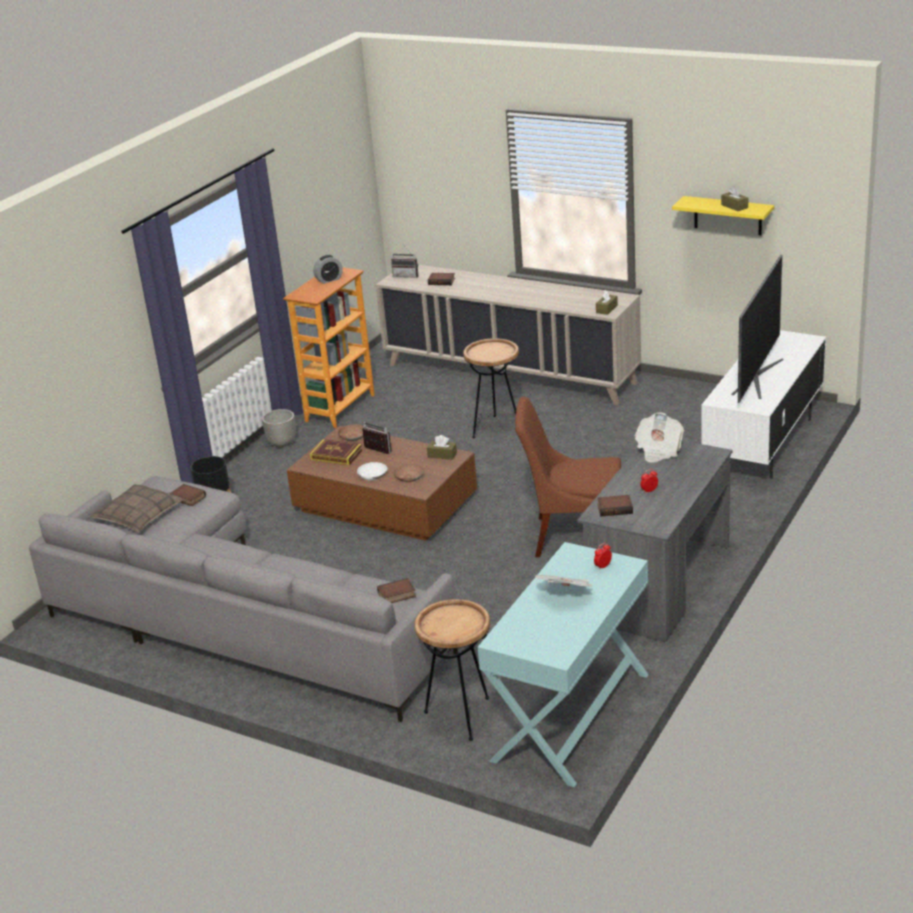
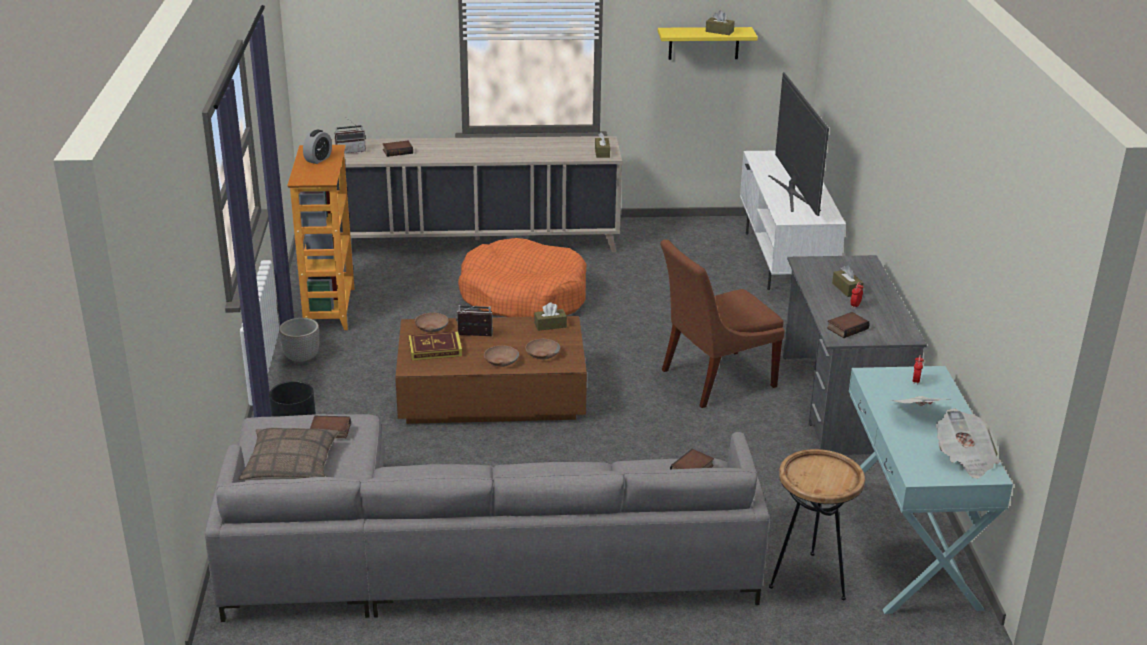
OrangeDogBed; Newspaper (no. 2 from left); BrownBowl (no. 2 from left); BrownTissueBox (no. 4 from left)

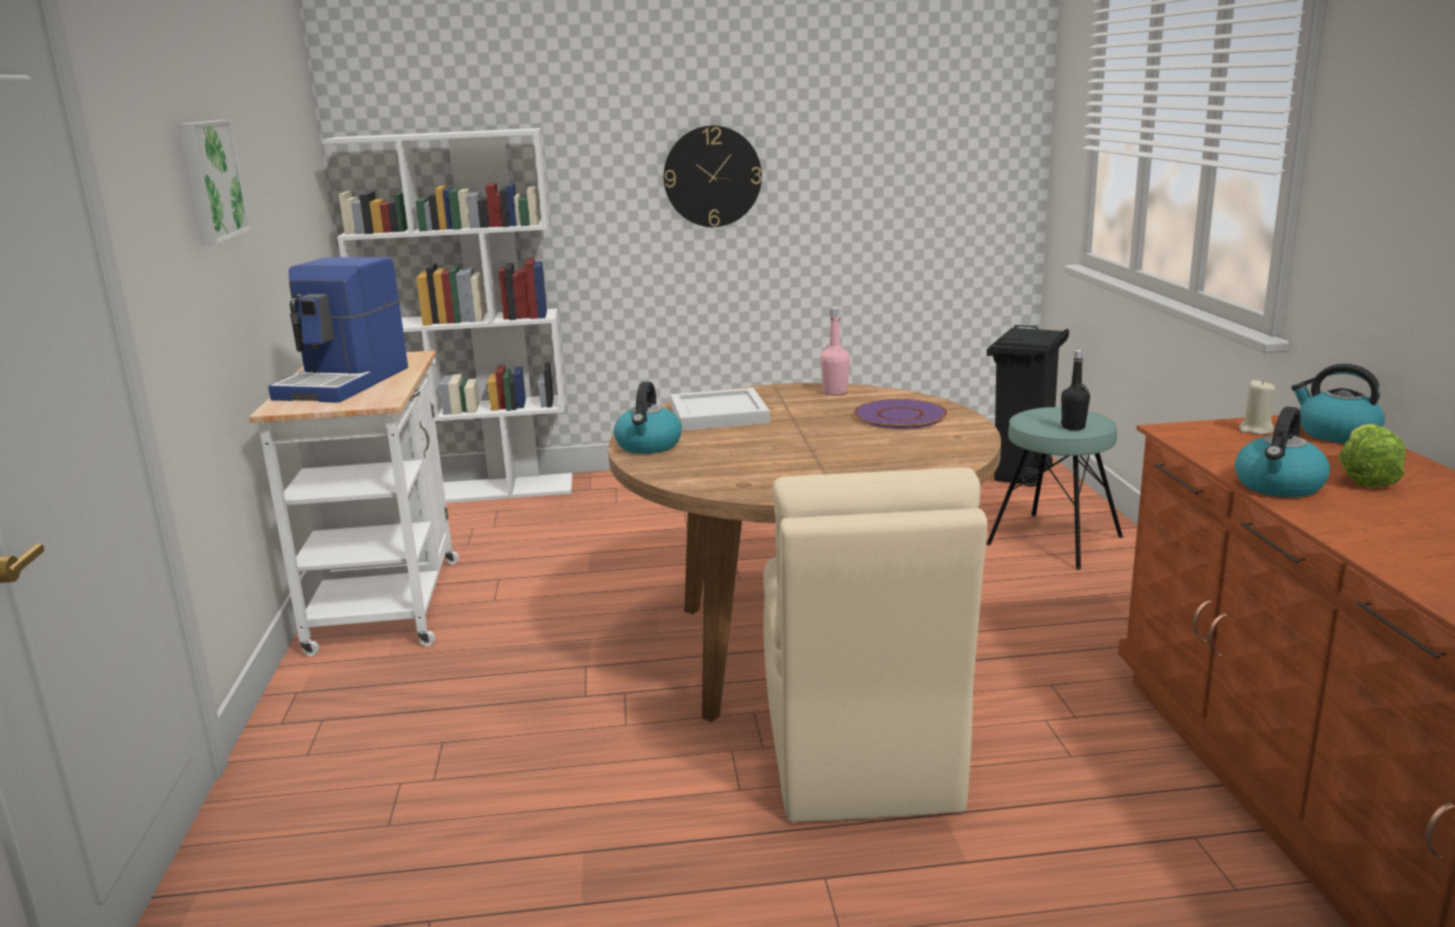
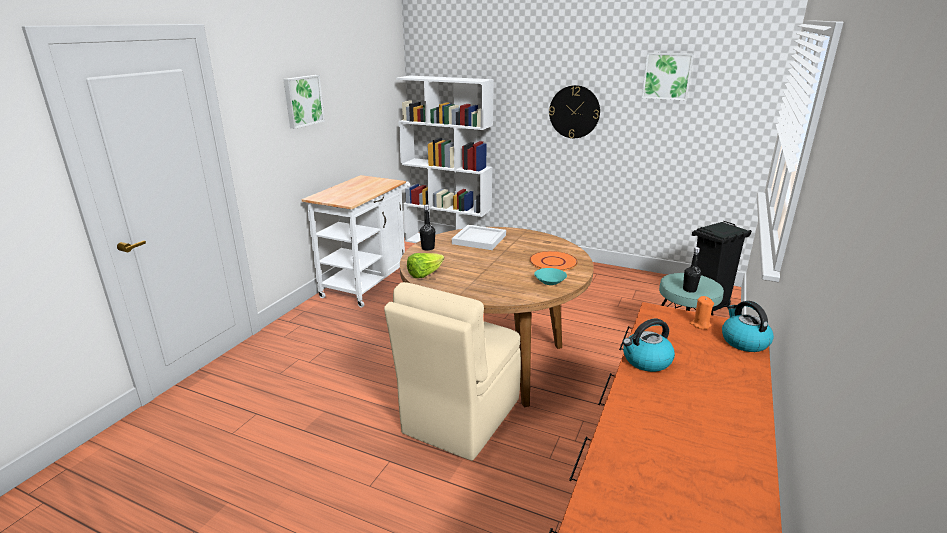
CoffeeMachine; PinkBottle; OrangeCandle; BlackBottle (no. 1 from left); OrangePlate; Lettuce; Picture (no. 2 from left); TurquoiseBowl

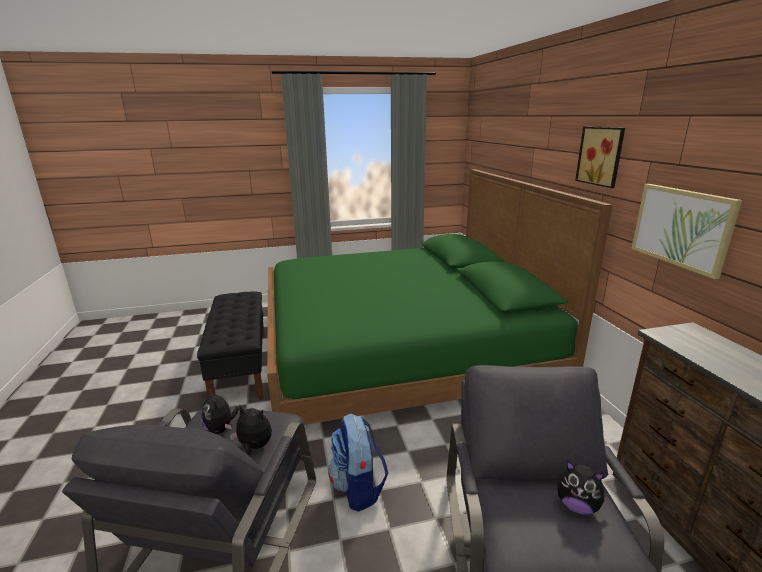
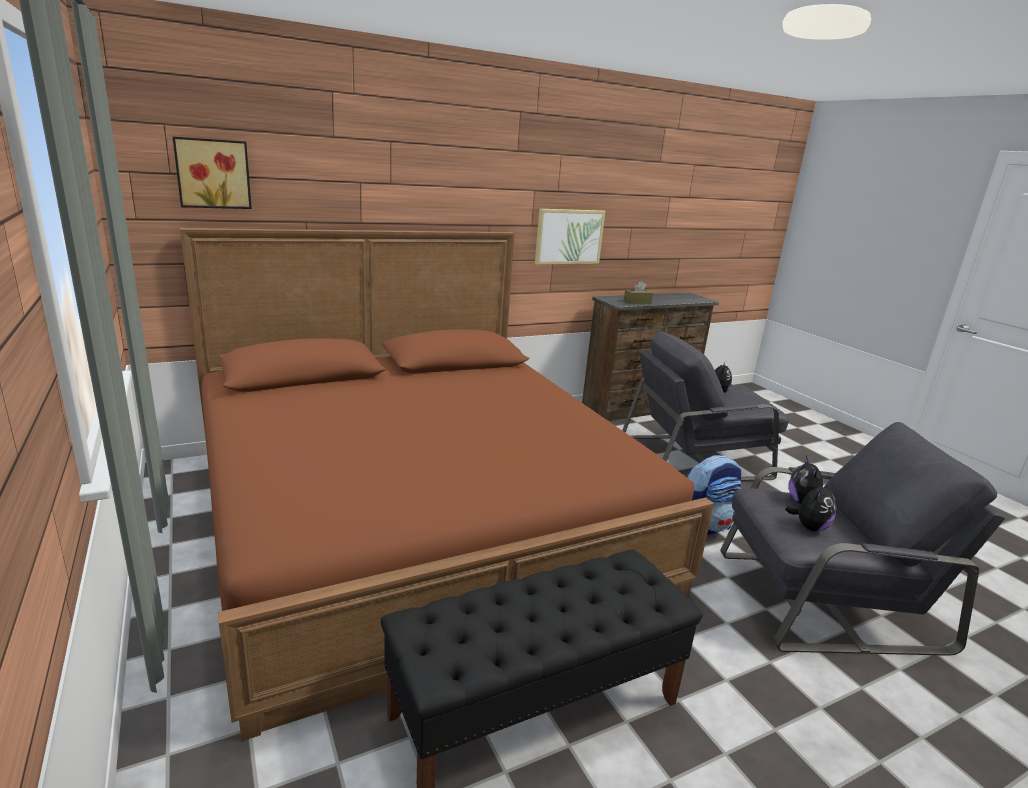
Picture (no. 1 from left); BrownBed; BrownTissueBox

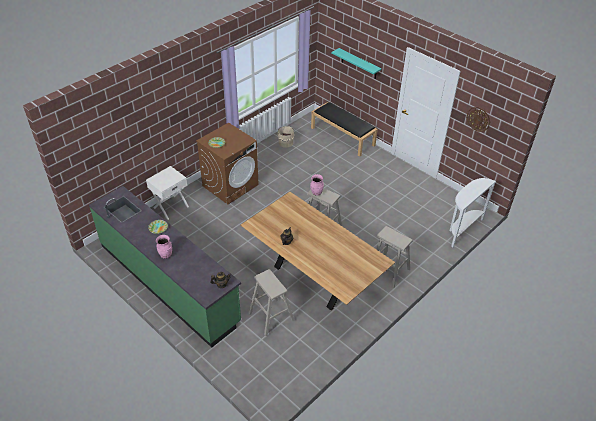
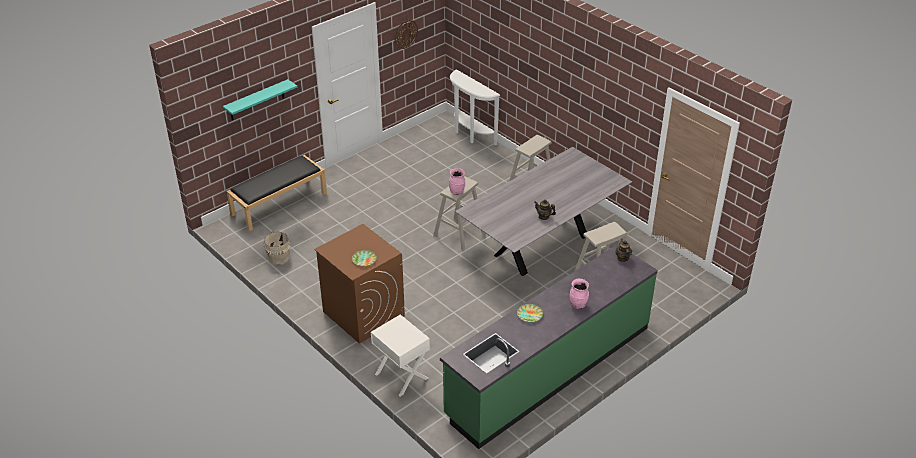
GreyDiningTable

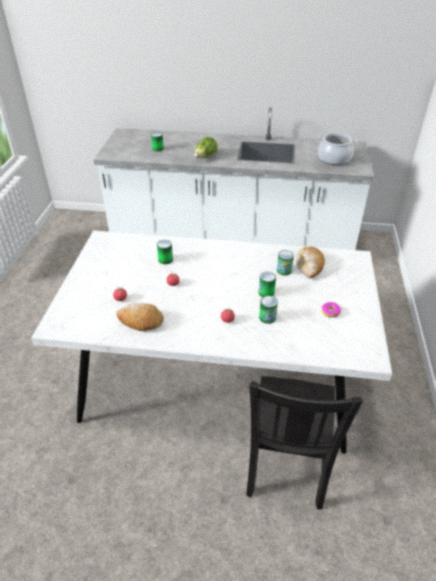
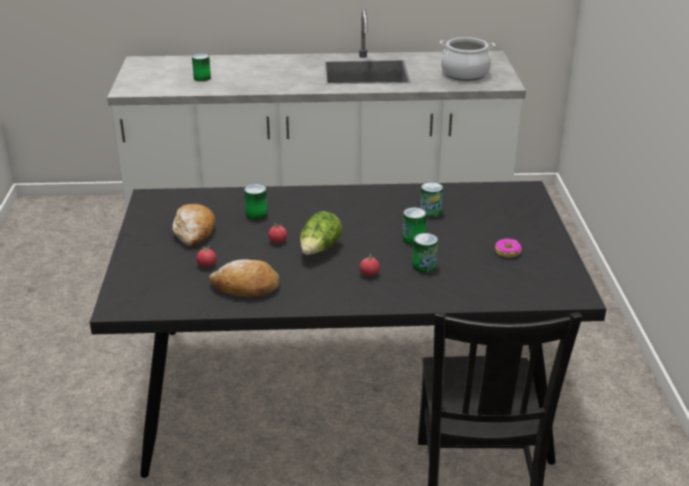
Lettuce; BlackDiningTable; Bread (no. 1 from left)

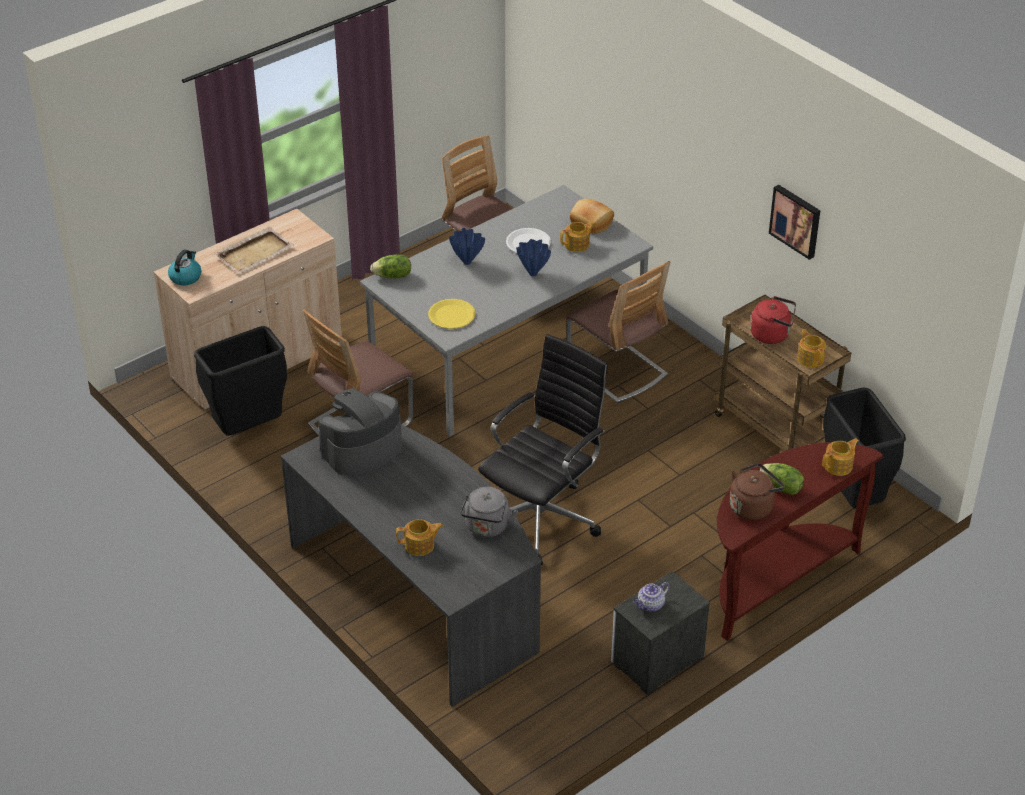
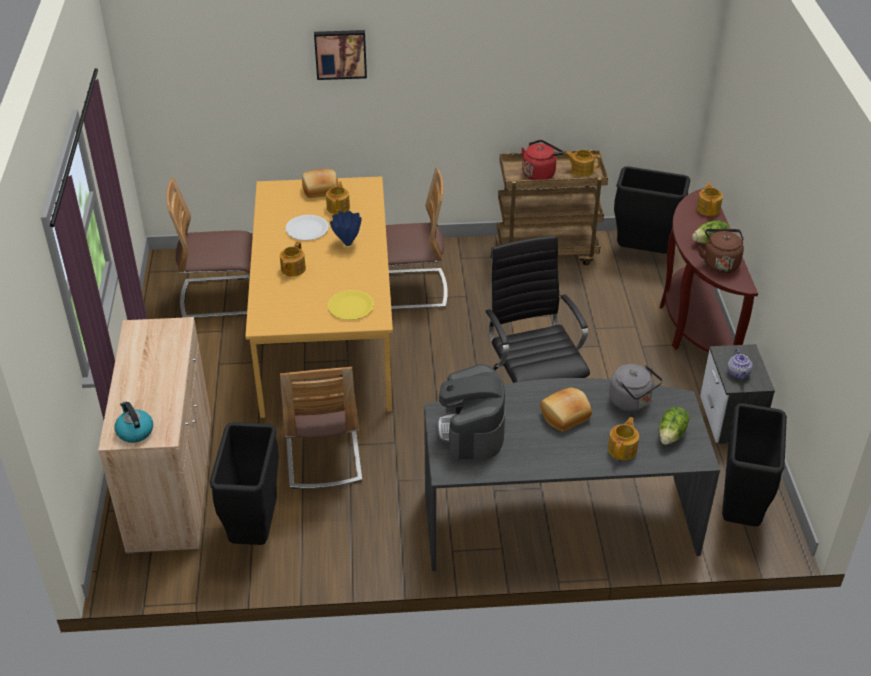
OrangeDiningTable; Picture; BeigeTray; Teapot (no. 1 from left); Lettuce (no. 1 from left); Bread (no. 2 from left); BlackTrashCan (no. 3 from left)

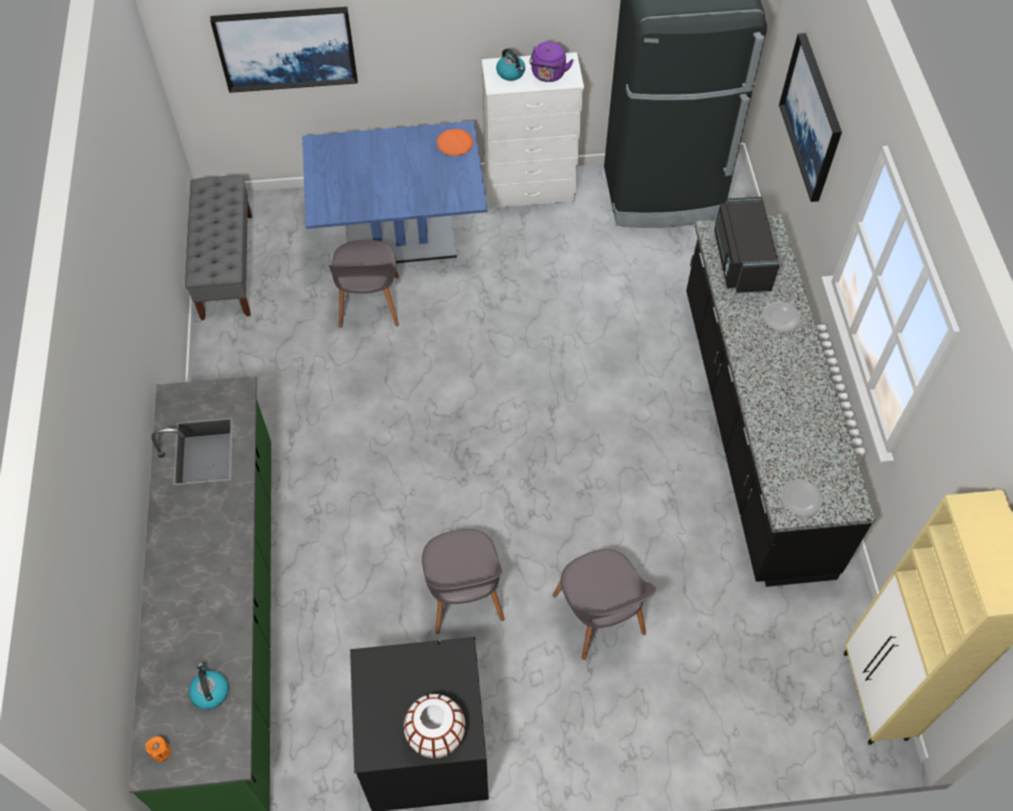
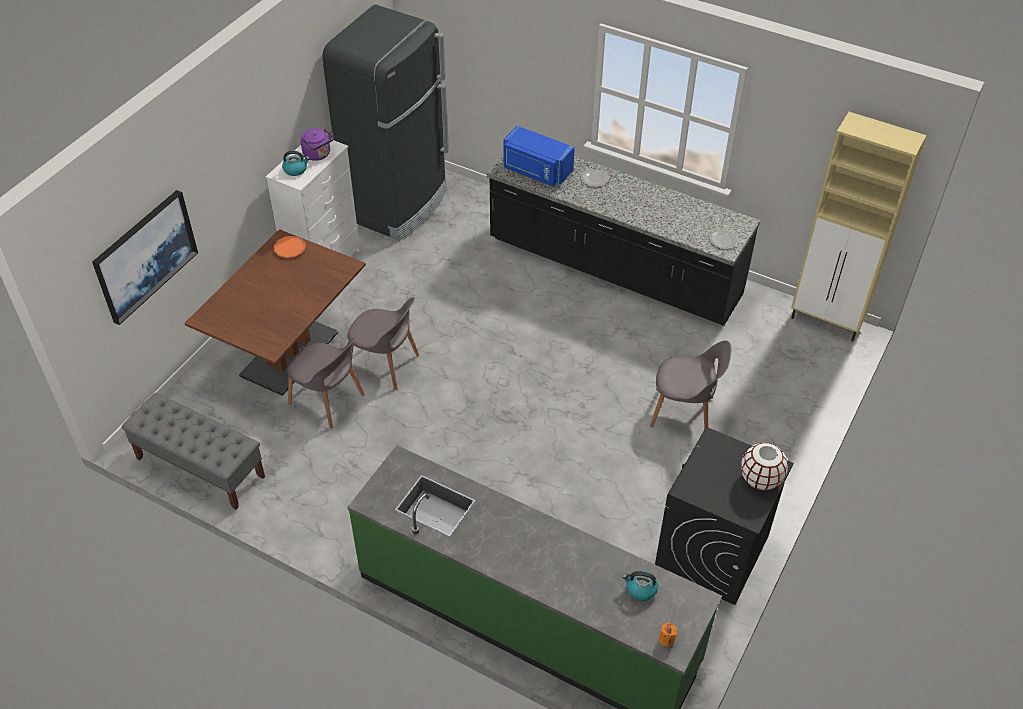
Picture (no. 2 from left in the first image); BrownDiningTable; BlueMicrowave; GreyChair (no. 2 from left)

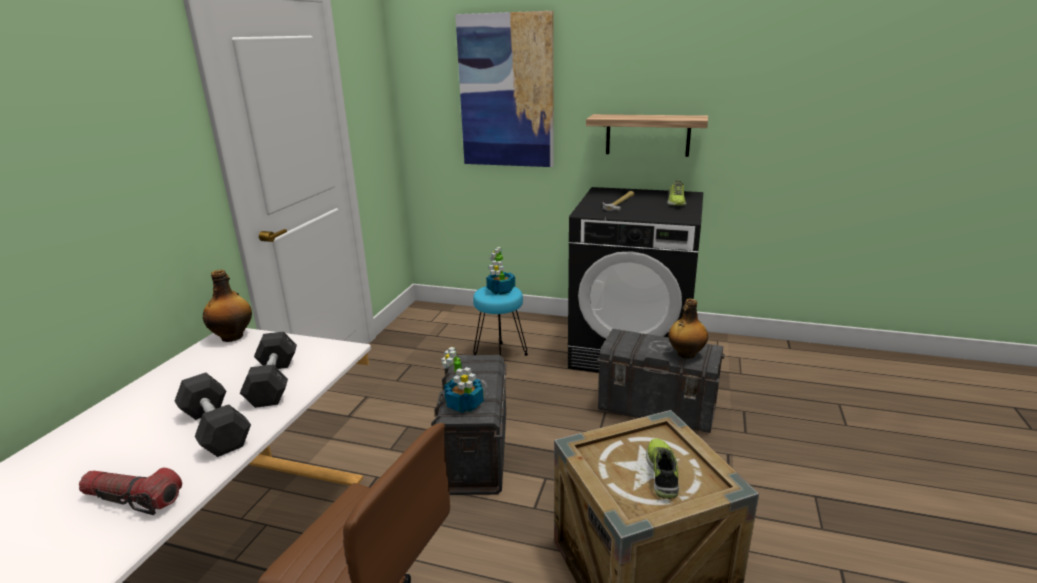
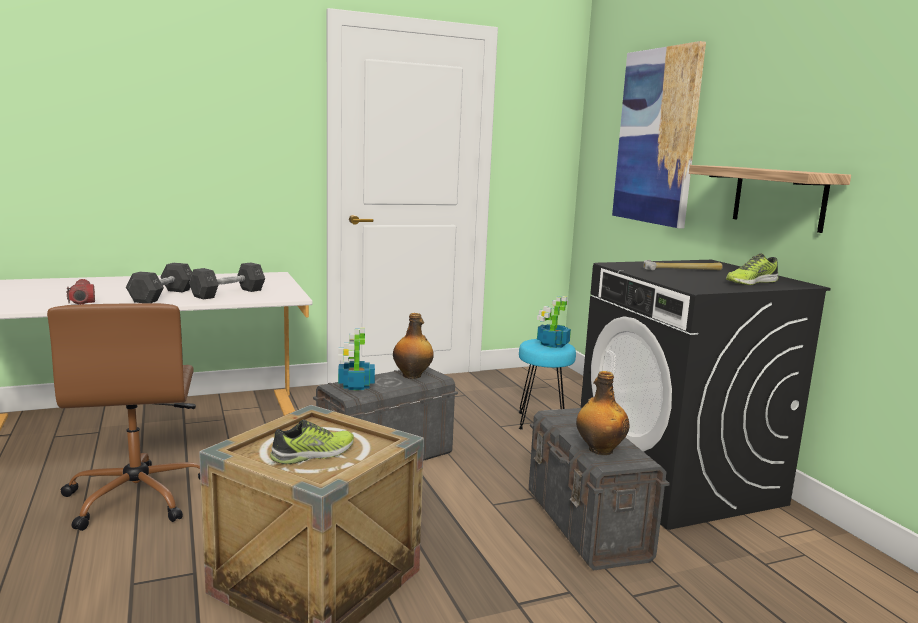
Bottle (no. 1 from left)

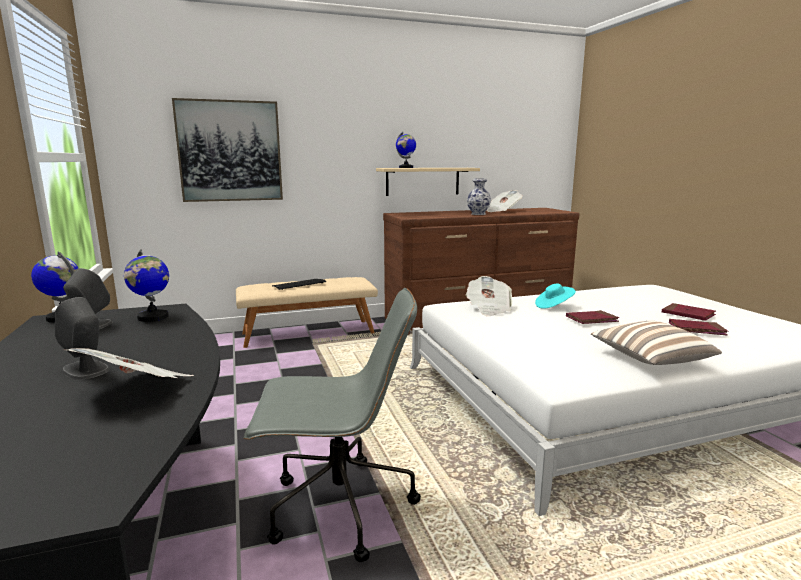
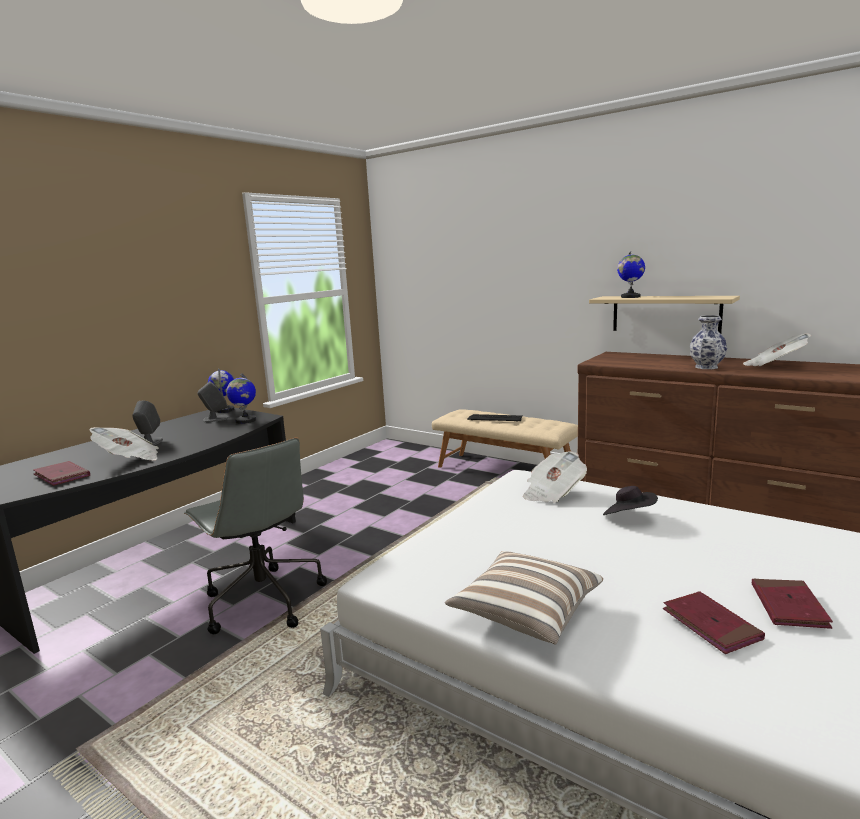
Picture; BlackHat; RedBook (no. 1 from left)

